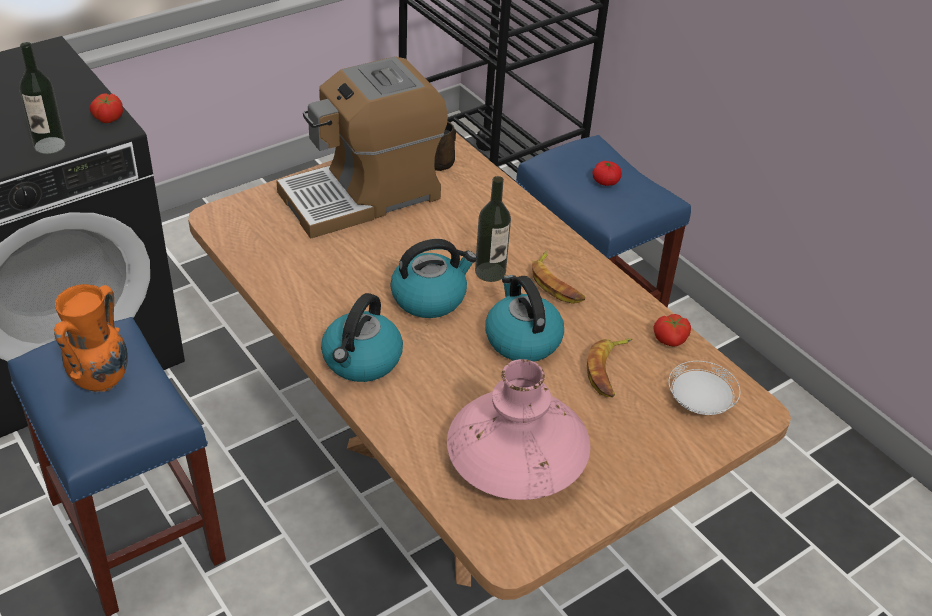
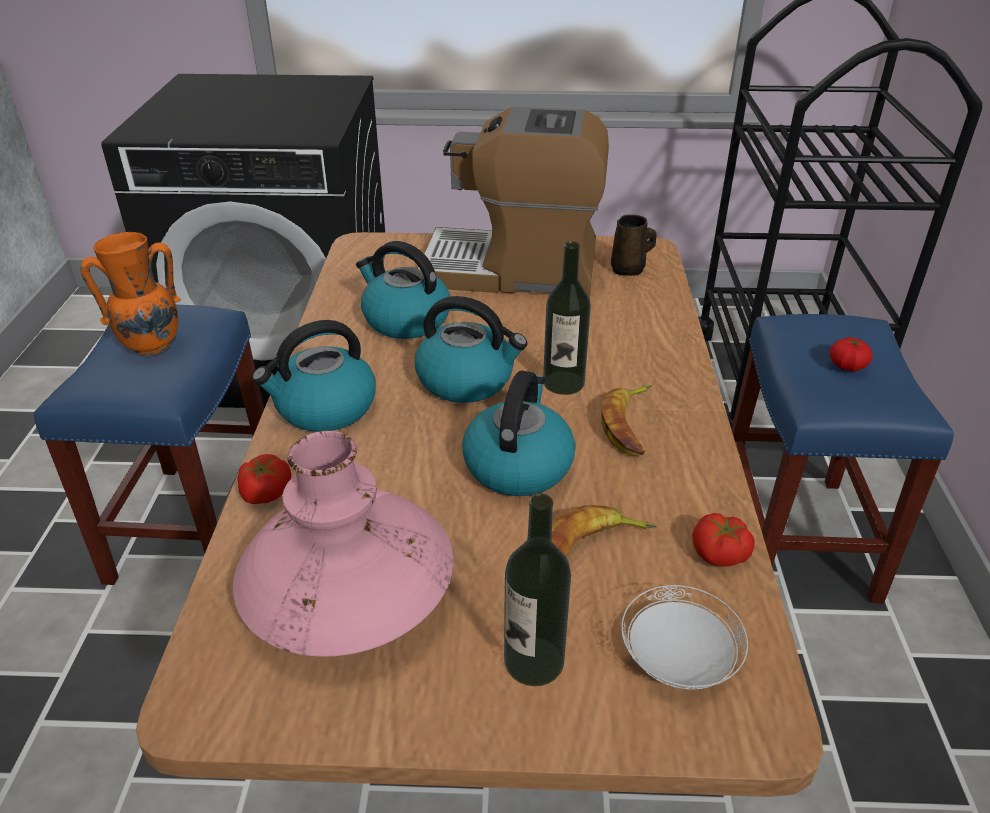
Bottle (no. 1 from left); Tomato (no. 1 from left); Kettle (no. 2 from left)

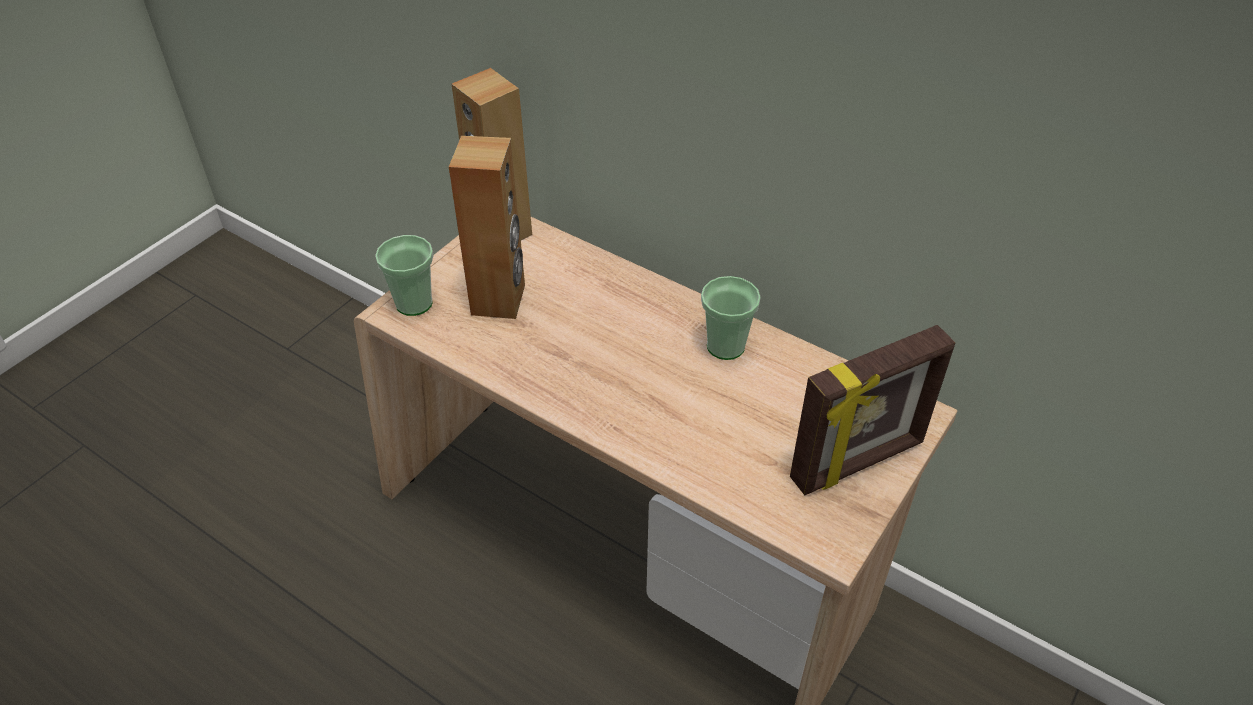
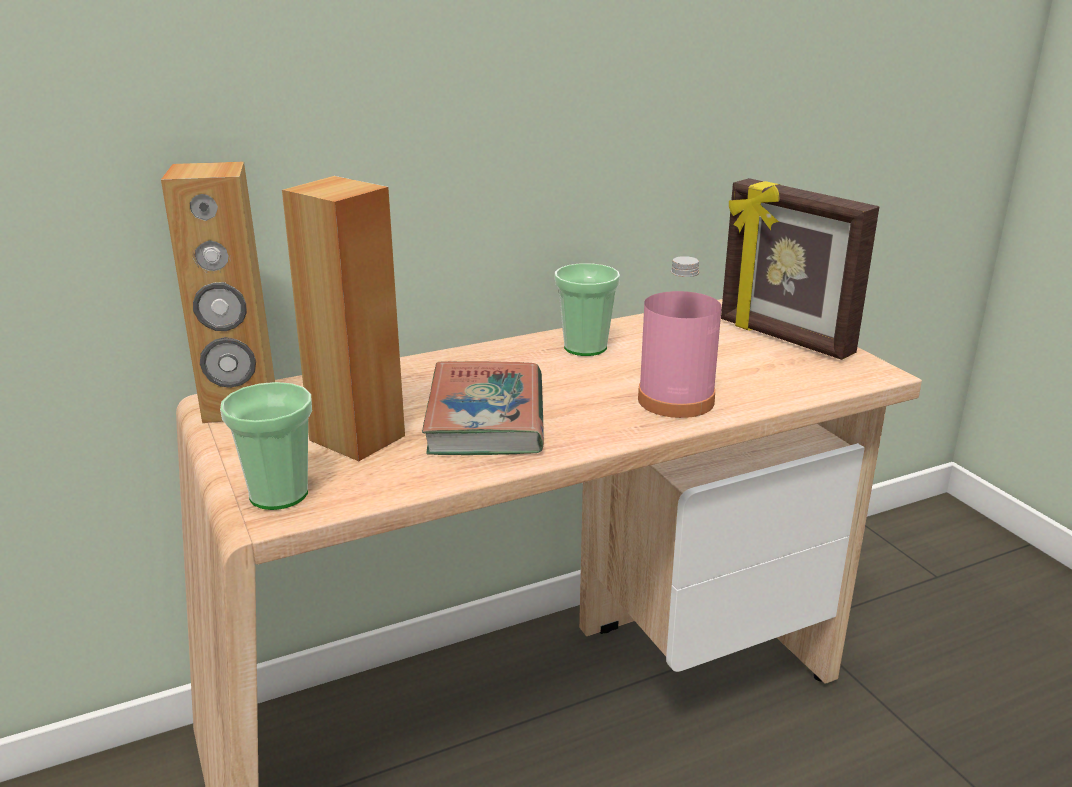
PictureFrame; PinkBottle; Book

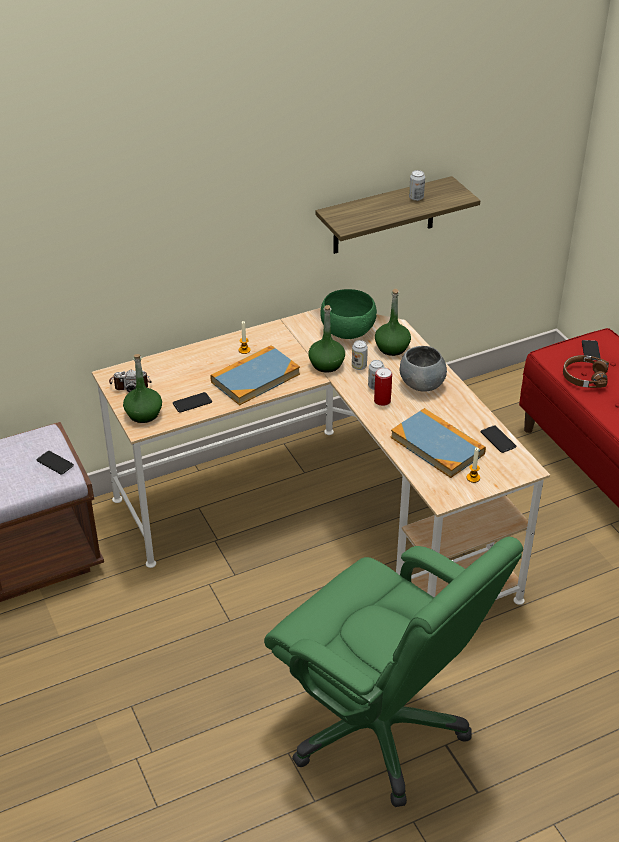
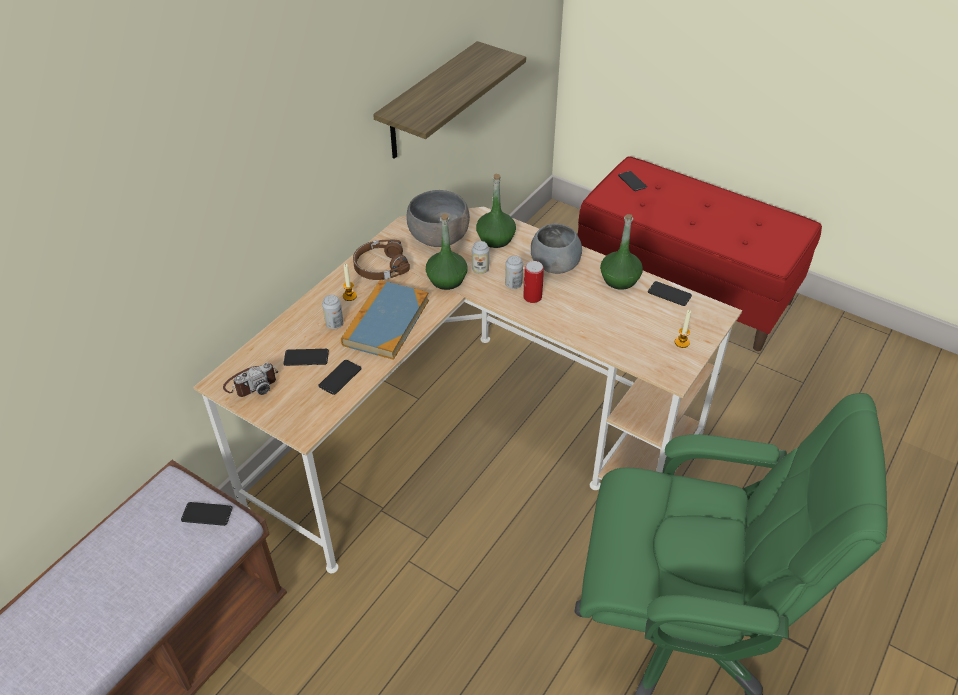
Can (no. 1 from left); GreyBowl (no. 1 from left); GreenBottle (no. 3 from left); BrownHeadphones; Book (no. 2 from left in the first image); Phone (no. 2 from left)

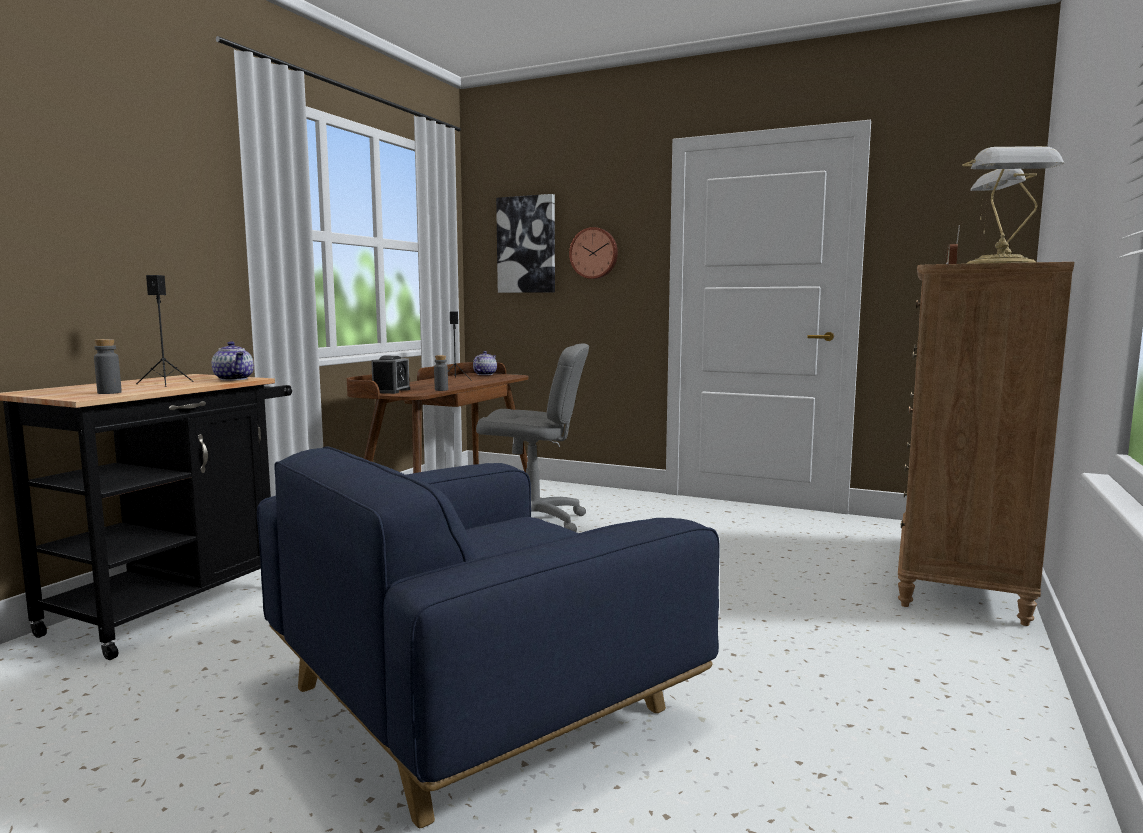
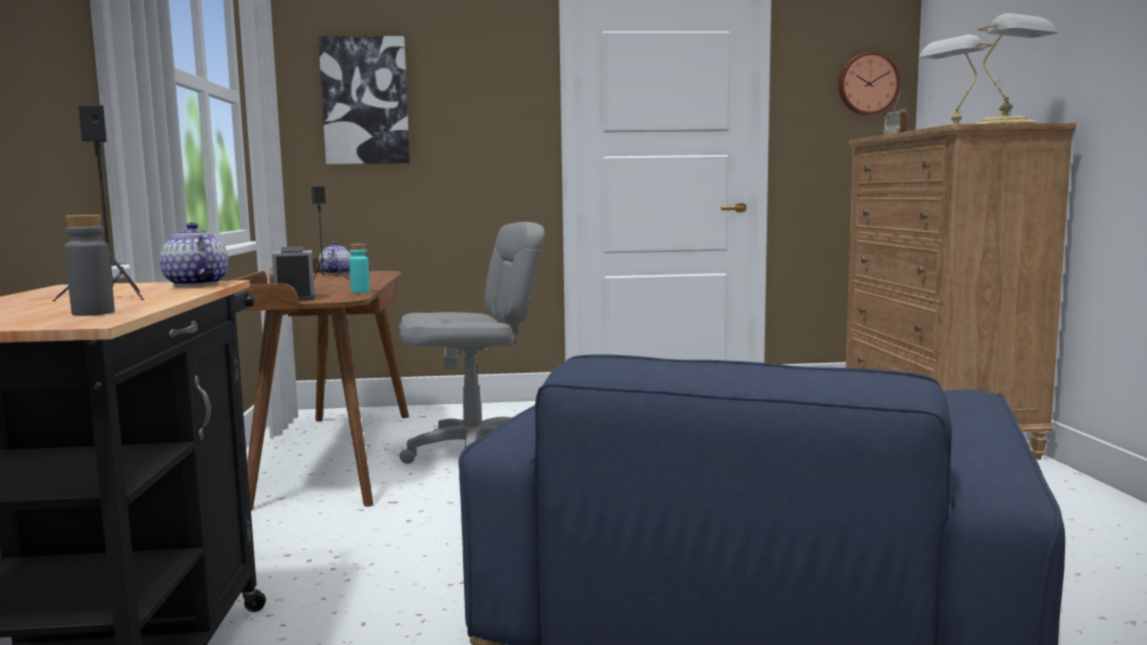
WallClock; Teapot (no. 1 from left); TurquoiseBottle

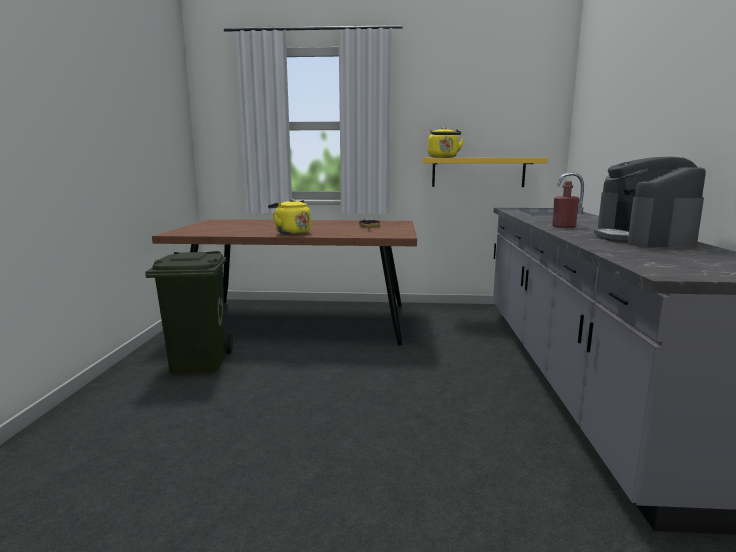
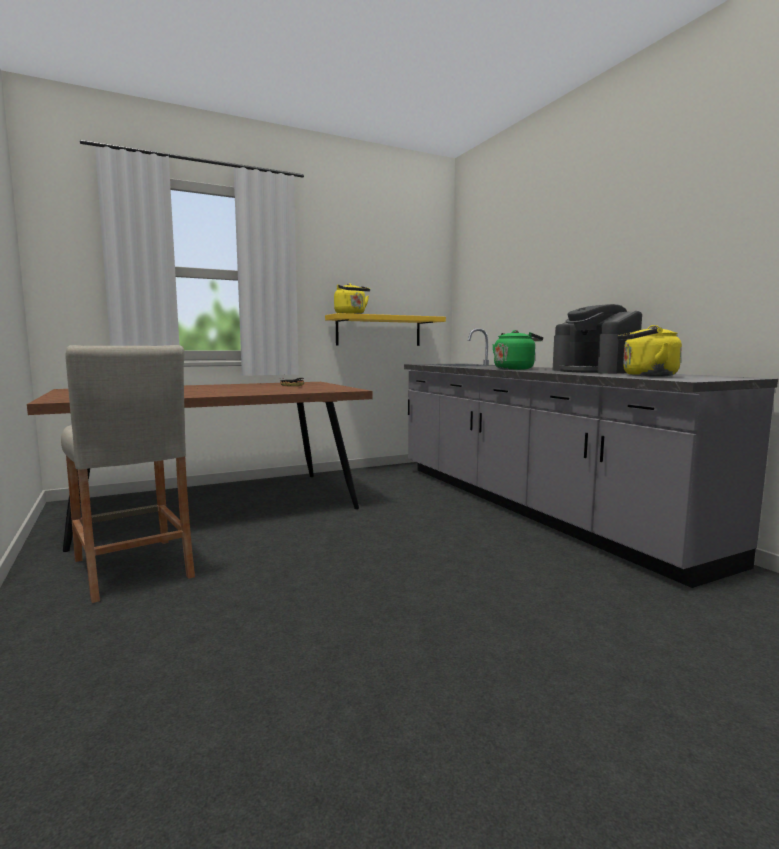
GreenKettle; YellowKettle (no. 2 from left); BeigeStool

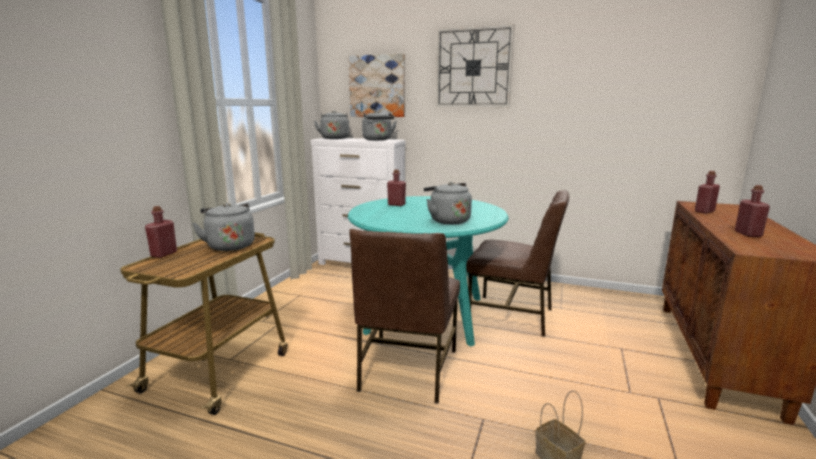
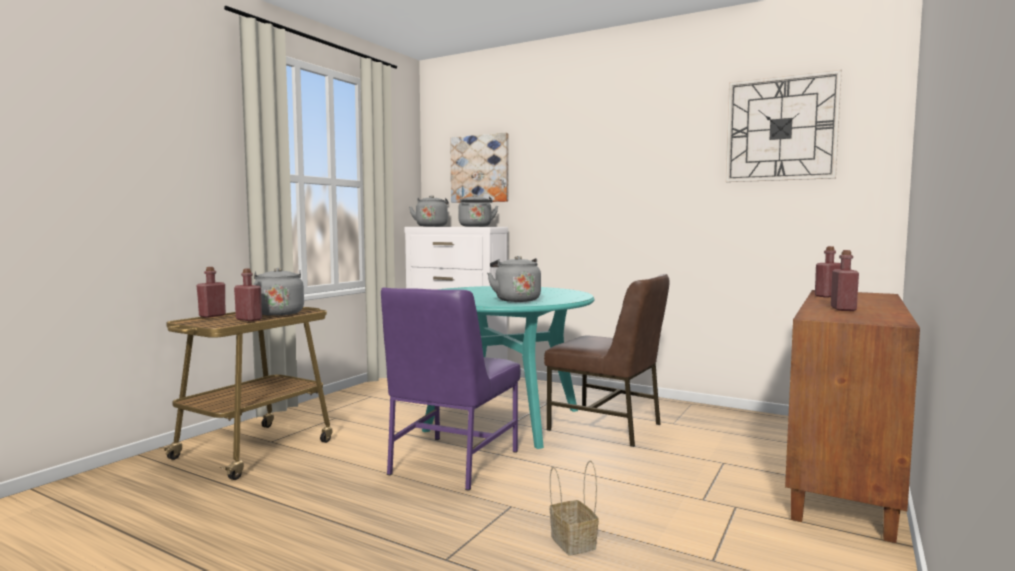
WallClock; RedBottle (no. 2 from left); PurpleChair

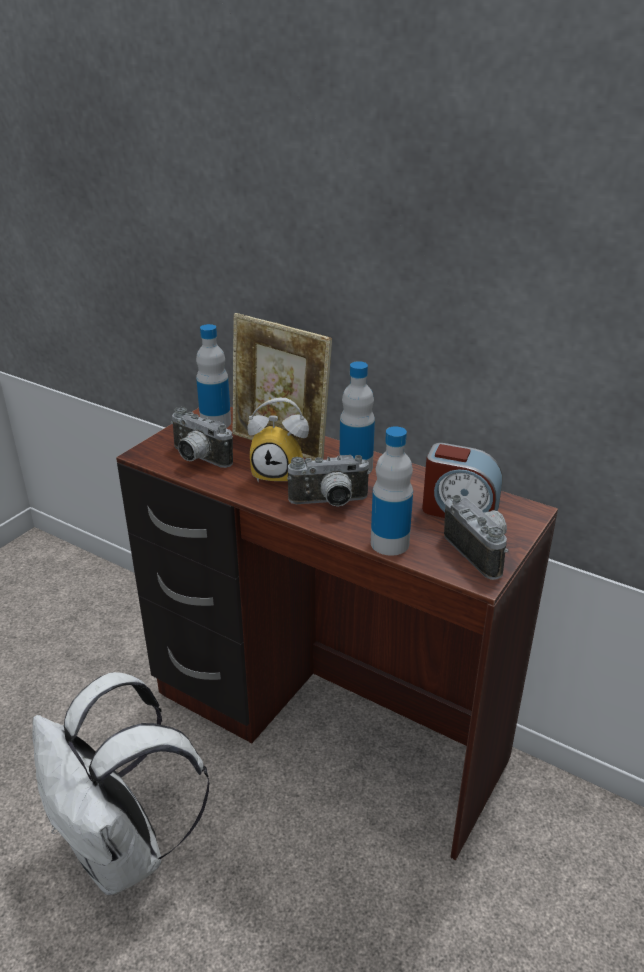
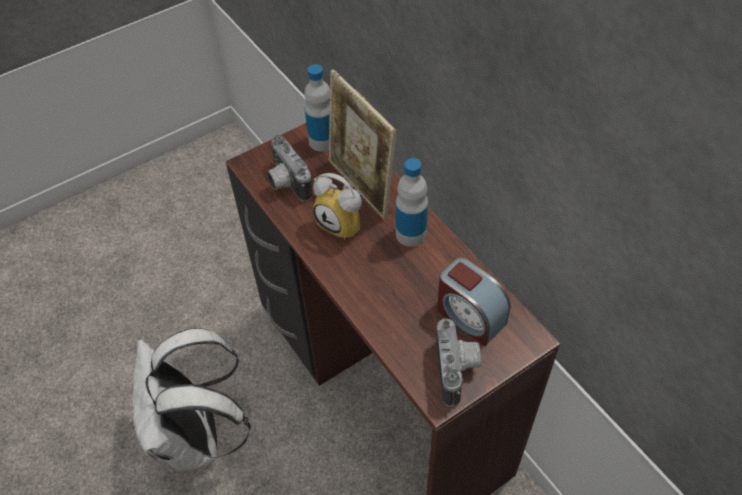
Bottle (no. 3 from left in the first image); PhotoCamera (no. 2 from left in the first image)

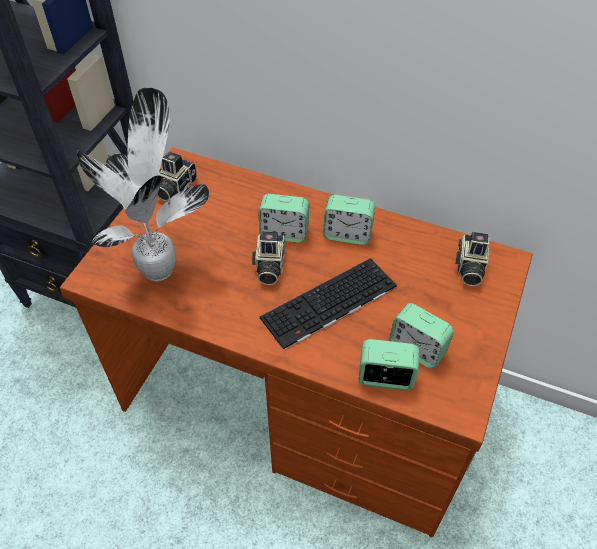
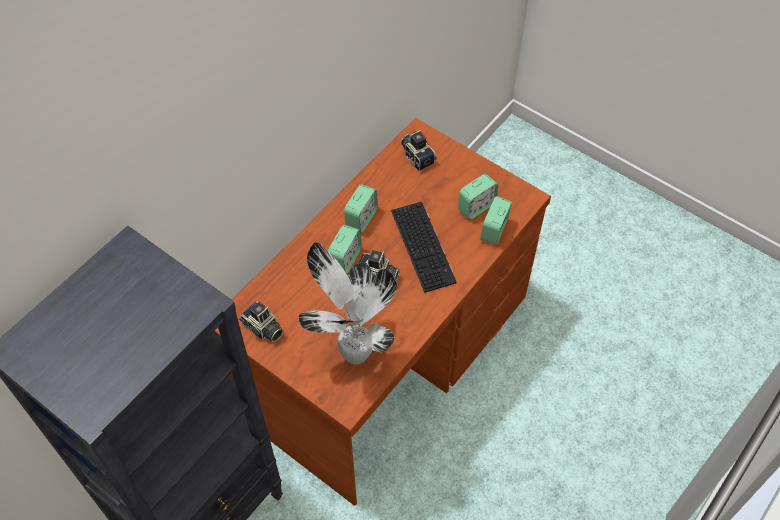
PhotoCamera (no. 3 from left)

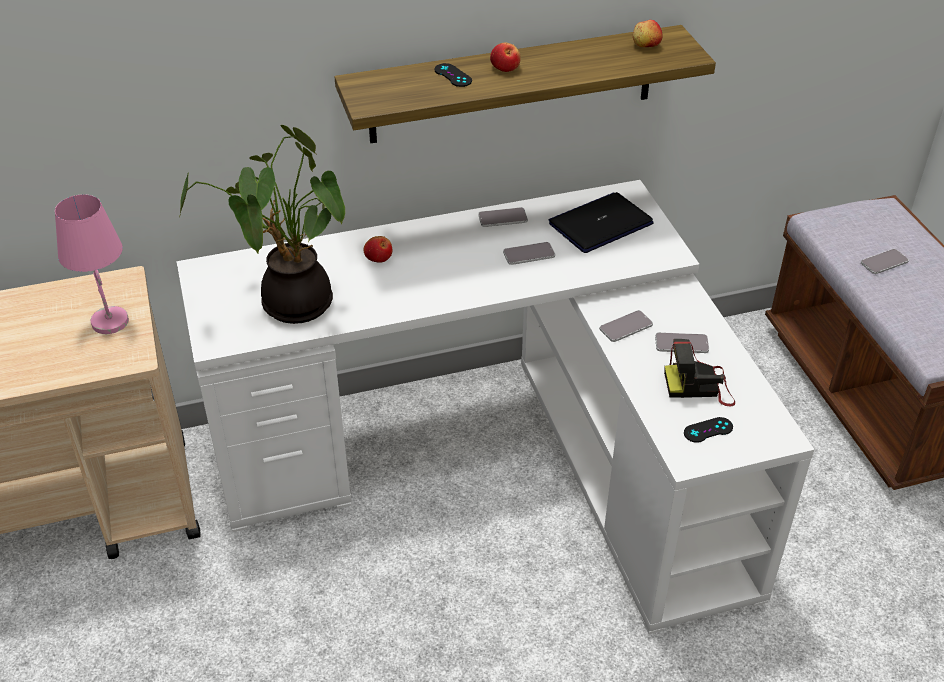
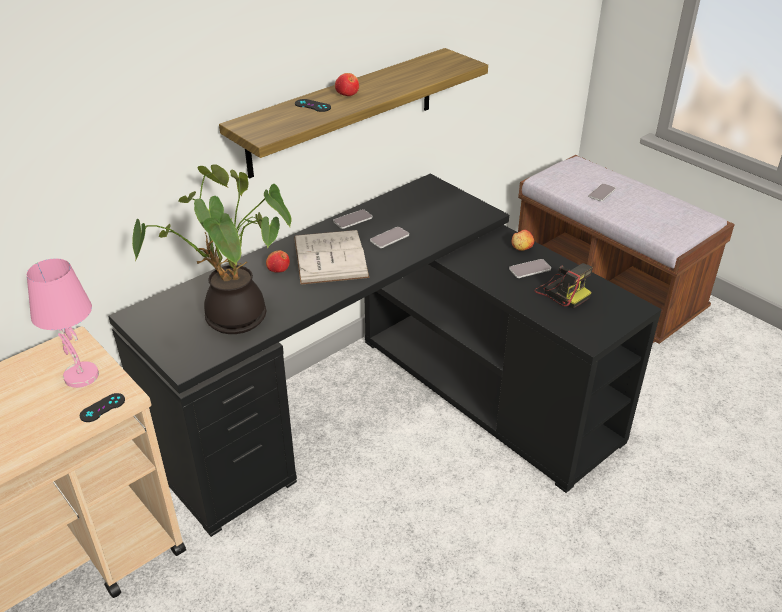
Apple (no. 3 from left); BlackDesk; Laptop; Phone (no. 3 from left in the first image); PhotoCamera; BlackGameController (no. 1 from left); WhiteBook

